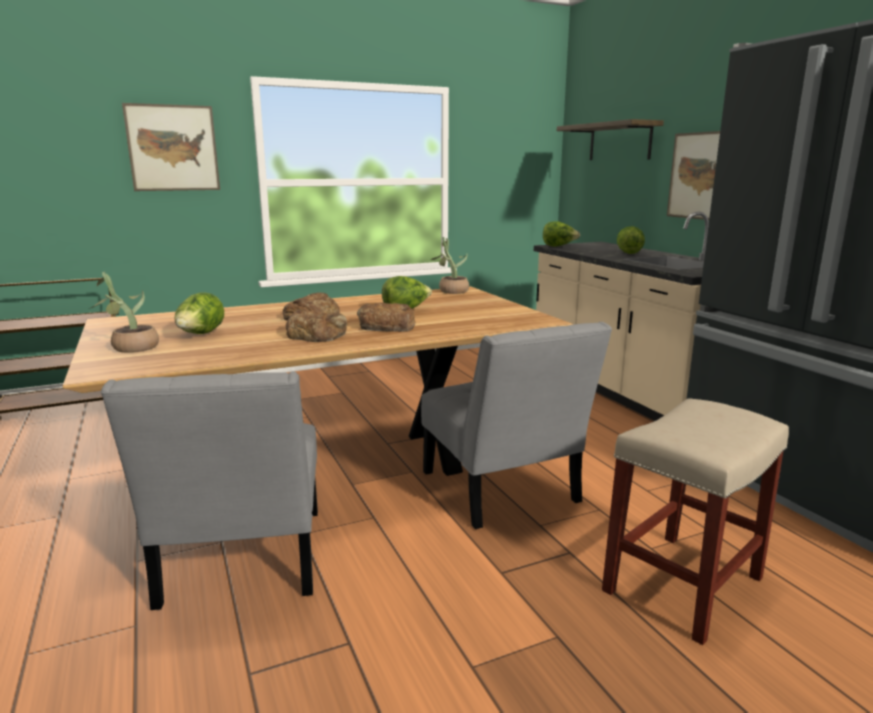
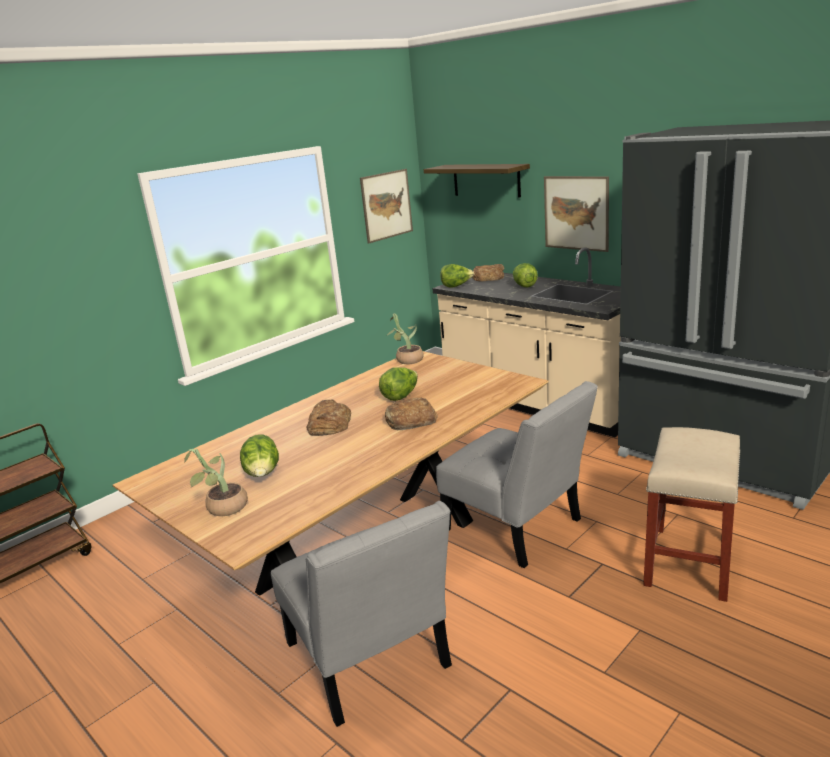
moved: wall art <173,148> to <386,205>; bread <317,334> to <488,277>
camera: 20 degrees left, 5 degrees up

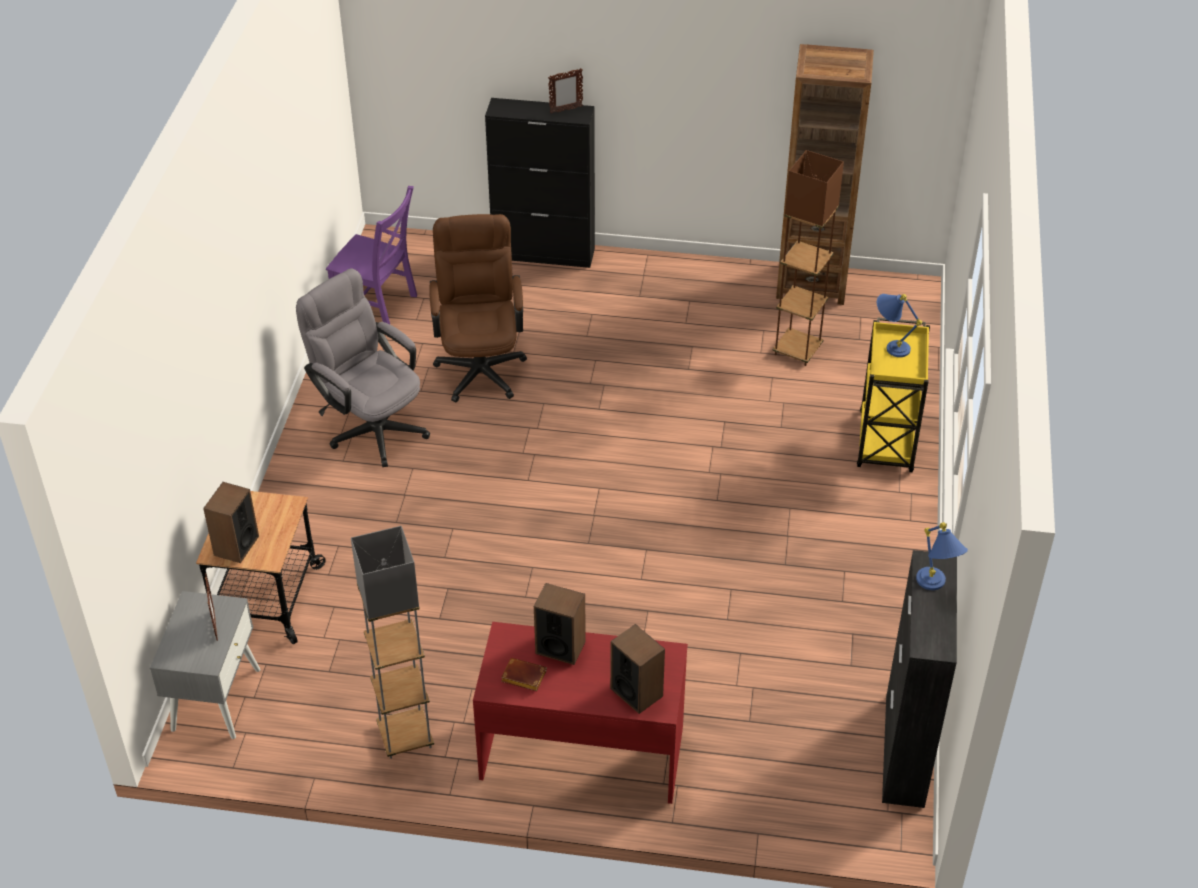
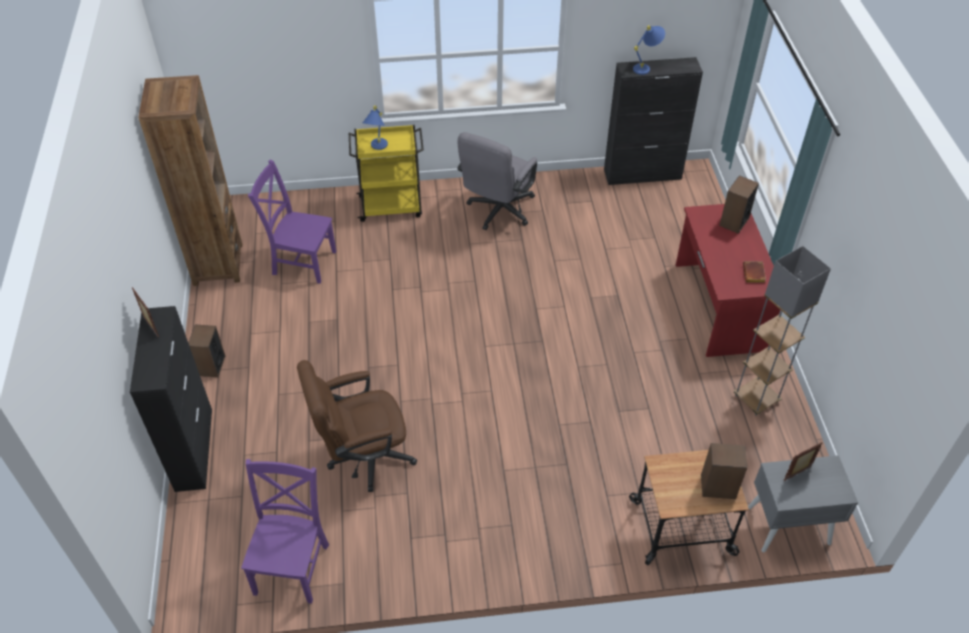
moved: computer chair in gray <371,426> to <497,212>; speaker <560,647> to <211,366>
replaced: standing lamp in brown-coloured <797,350> to chair in purple-coloured <301,261>
camera: 105 degrees left, 5 degrees up

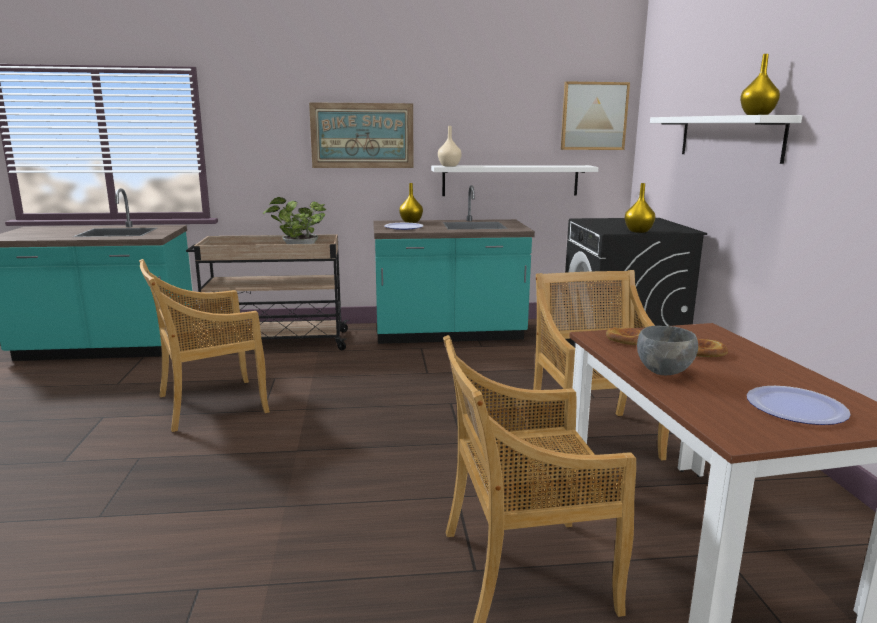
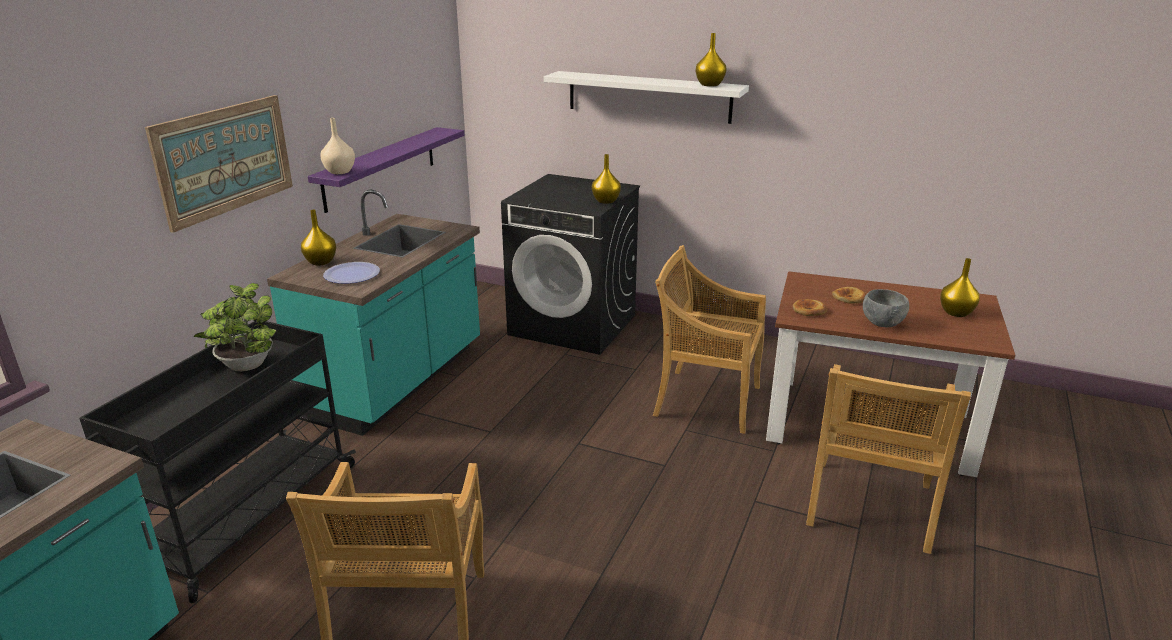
removed: wall art <594,116>
replaced: flat dish <796,407> to vase in yellow <955,312>
recoloured: wall shelf in white <510,180> to wall shelf in purple-coloured <381,168>; wheeled cart in beige <274,342> to wheeled cart in blackish <243,517>
camera: 60 degrees left, 10 degrees up

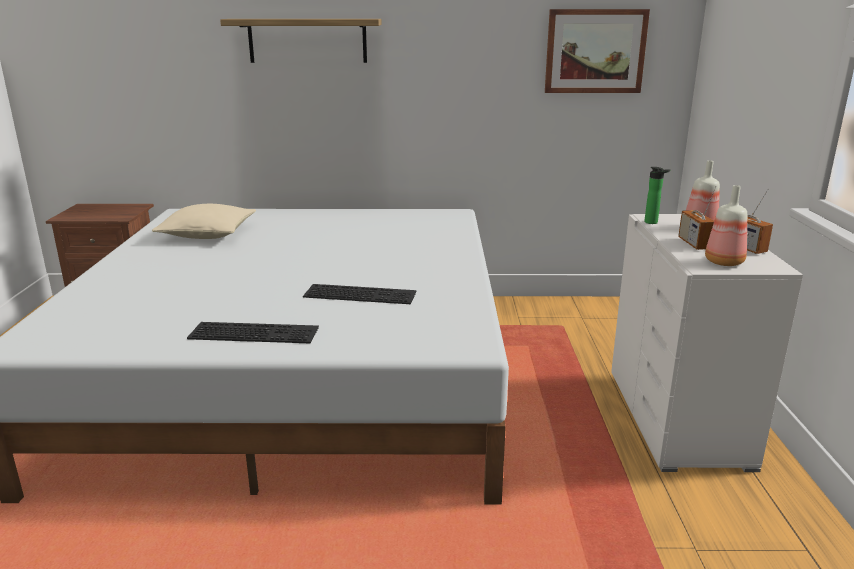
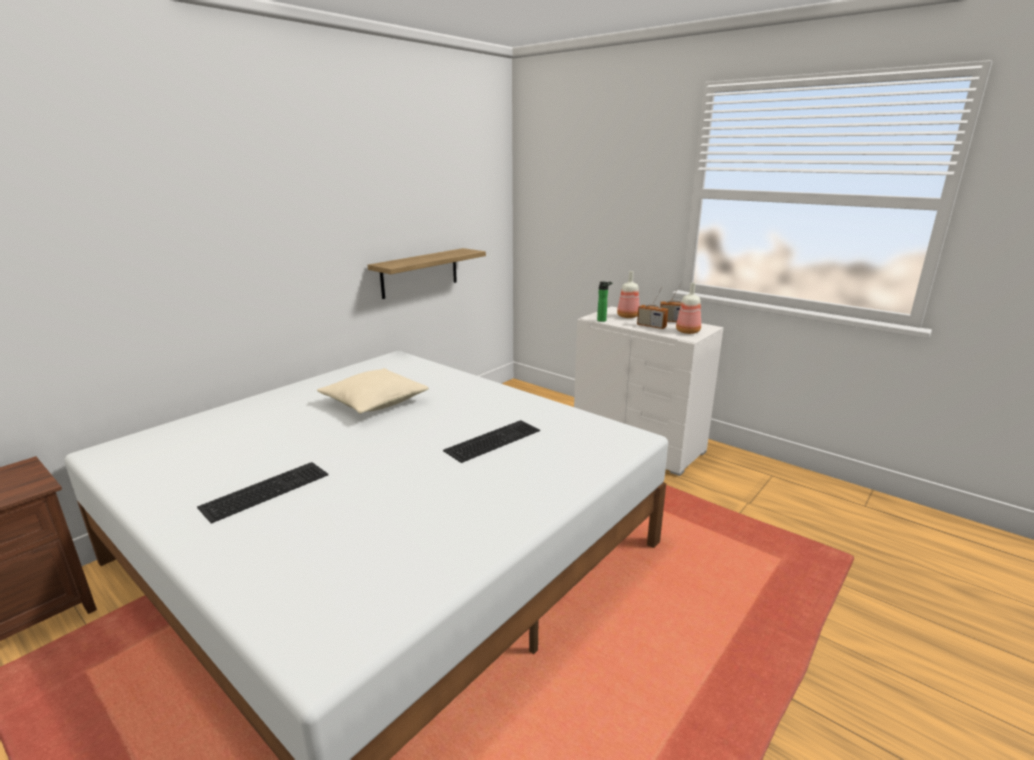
removed: wall art <595,51>
moved: wall shelf <307,40> to <420,273>; pillow in beige <207,234> to <374,402>; keyboard <256,332> to <266,489>
camera: 50 degrees left, 0 degrees up

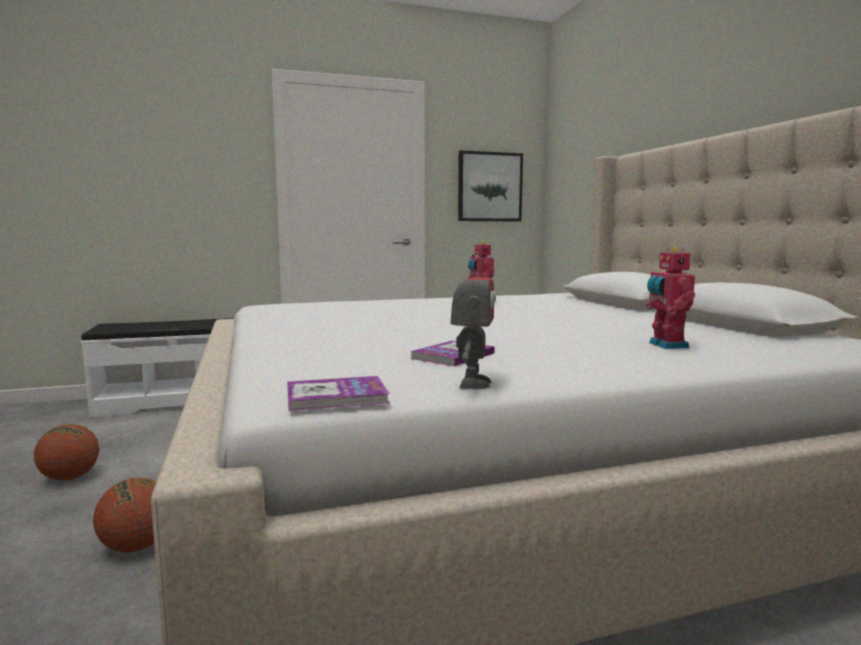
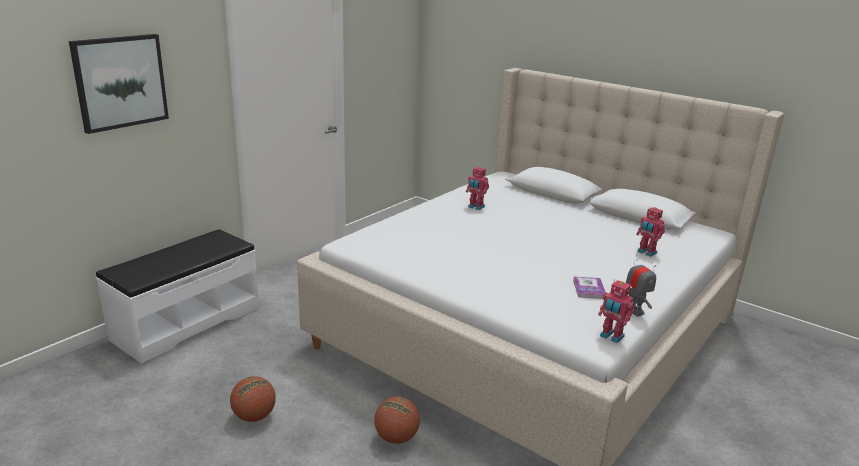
moved: wall art <489,187> to <120,82>
replaced: book <336,396> to model robot <611,337>
camera: 35 degrees left, 15 degrees up

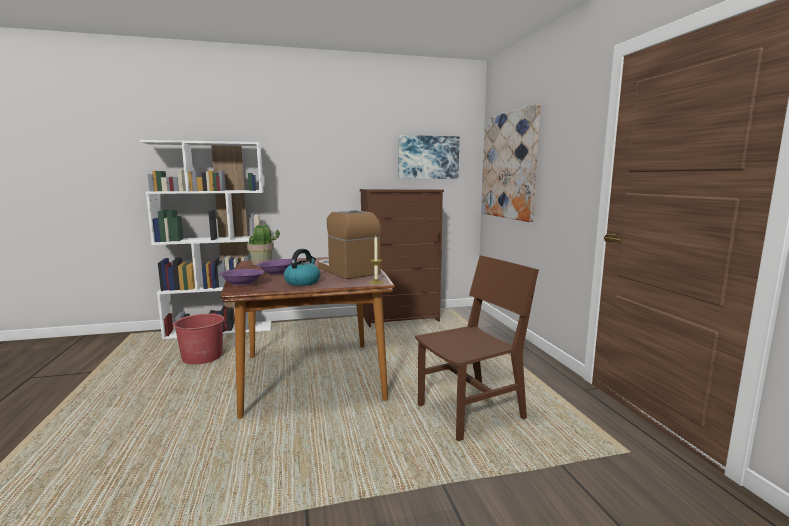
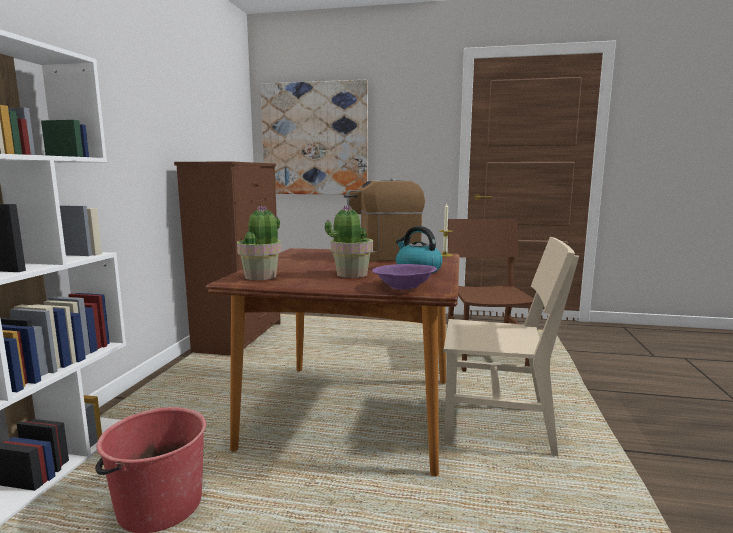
removed: wall art <428,157>
added: chair in beige <497,426>
replaced: bowl in purple-coloured <277,273> to houseplant <351,274>
camera: 65 degrees left, 0 degrees up

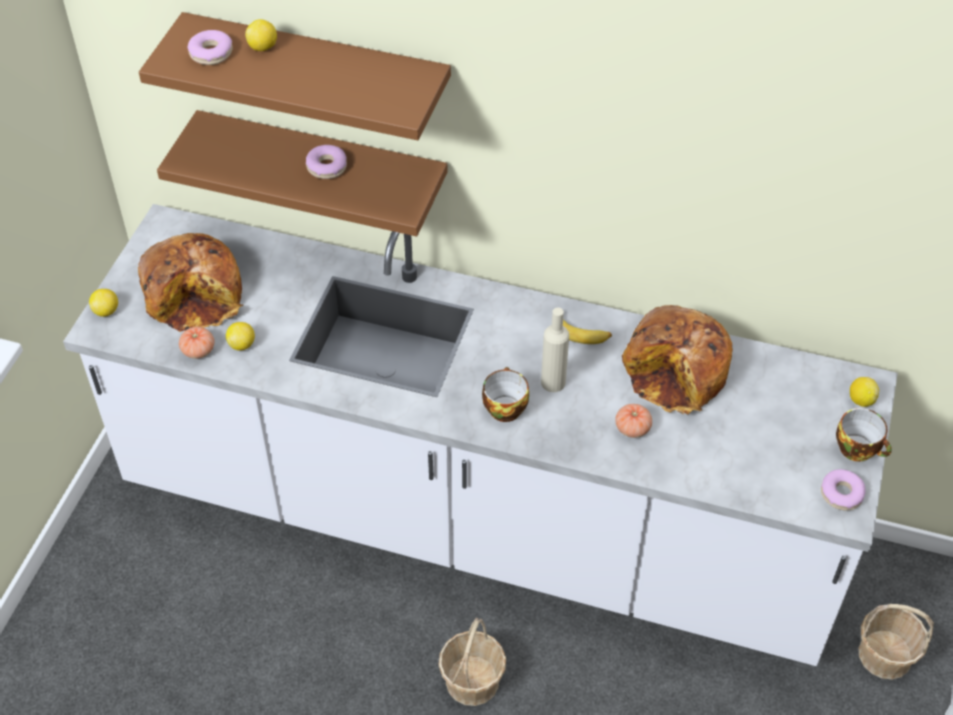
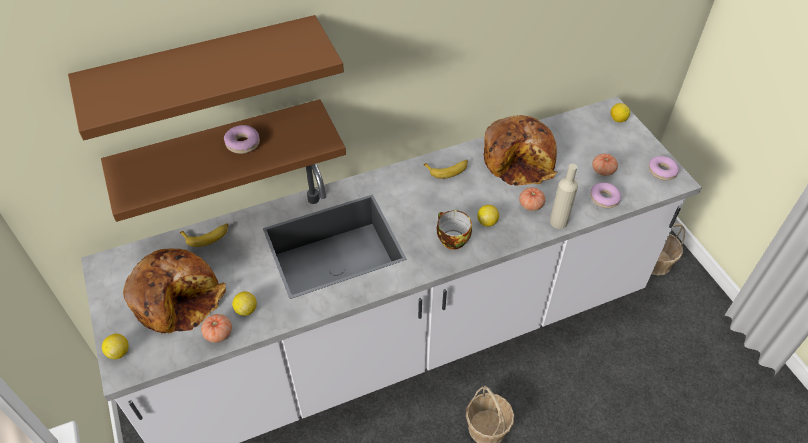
removed: small cup <859,449>
added: fresh tomato <603,170>; whole banana <207,236>
moved: whole lemon <263,47> to <487,222>; ring doughnut <211,53> to <604,198>; bottle in beige <553,382> to <558,221>
camera: 40 degrees left, 0 degrees up

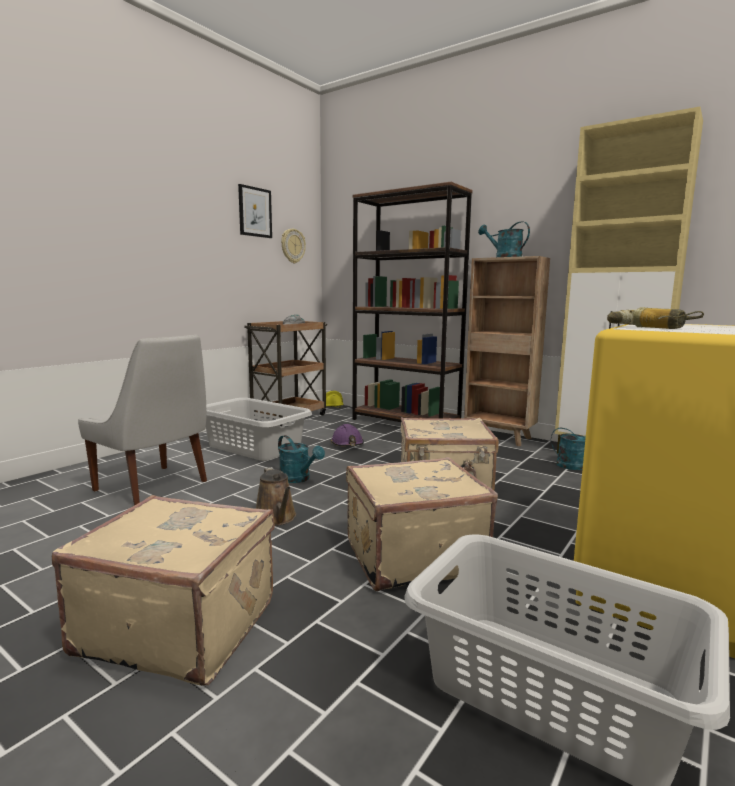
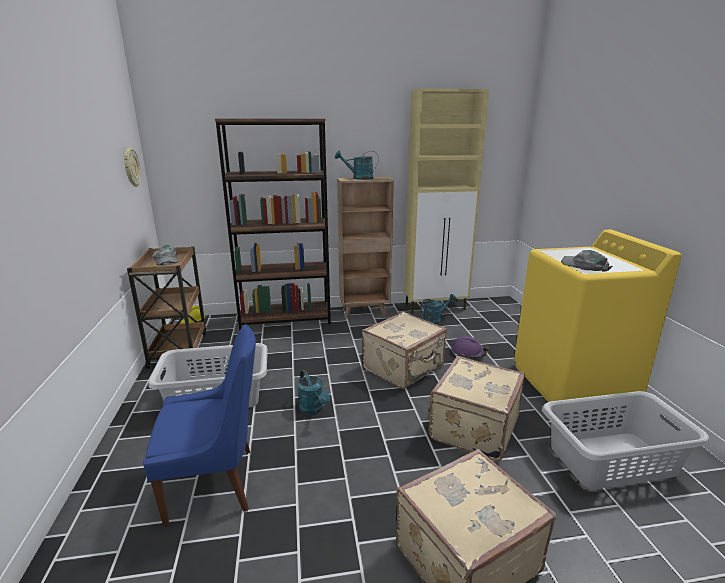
removed: wall art <255,212>; watering pot in brown-coloured <276,518>
moved: hard hat in purple-coloured <347,444> to <468,353>
replaced: power drill <652,328> to baseball cap in gray <585,266>
recoloured: chair in white <154,487> to chair in bluish <216,483>
turned: watering pot in turquoise-coloured <298,479> = <314,409> 60 degrees clockwise
camera: 45 degrees left, 10 degrees up

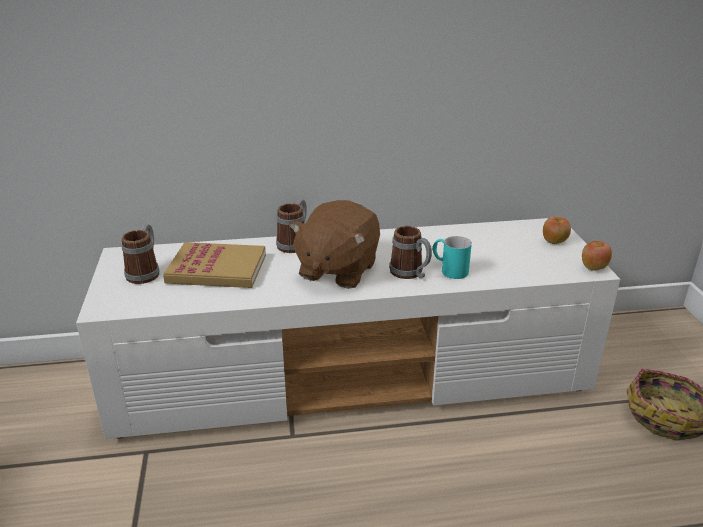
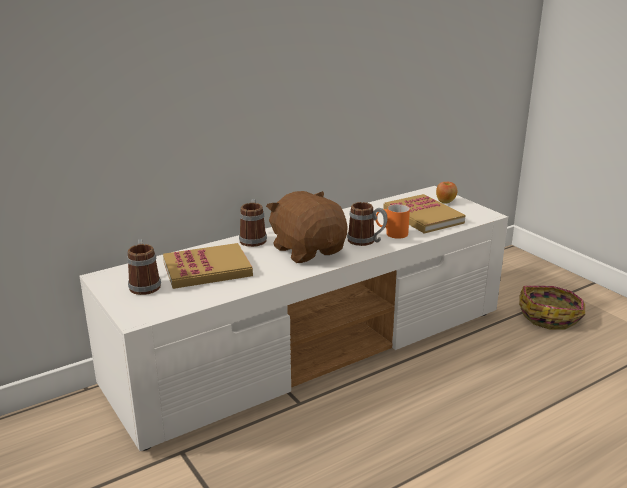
removed: apple <593,267>
added: book <423,217>
recoloured: mug in turquoise-coloured <449,269> to mug in orange <391,233>
turned: soft toy in brown-coloured <337,270> = <308,250> 150 degrees clockwise
camera: 25 degrees left, 5 degrees down

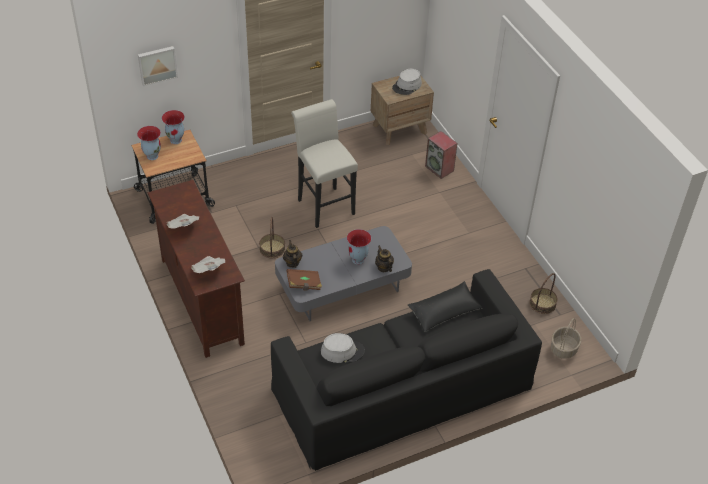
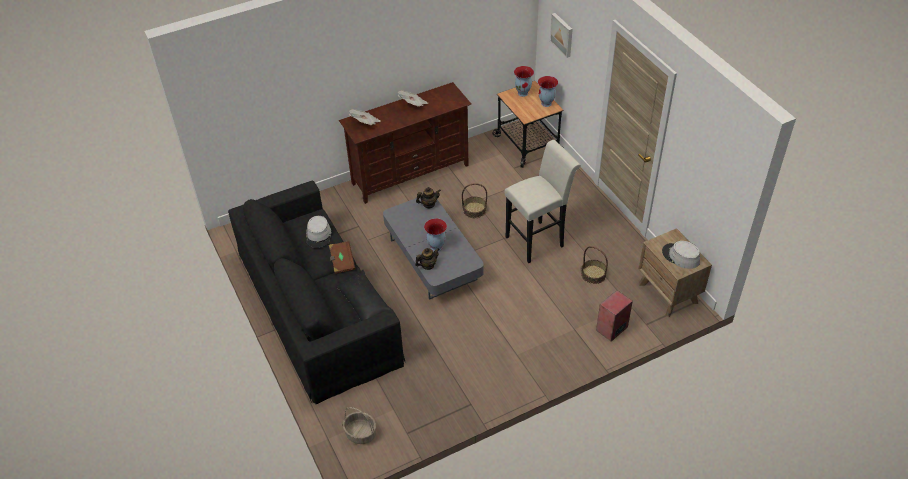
moved: book in brown-coloured <304,284> to <342,262>; basket <542,304> to <593,274>
camera: 90 degrees right, 0 degrees up

